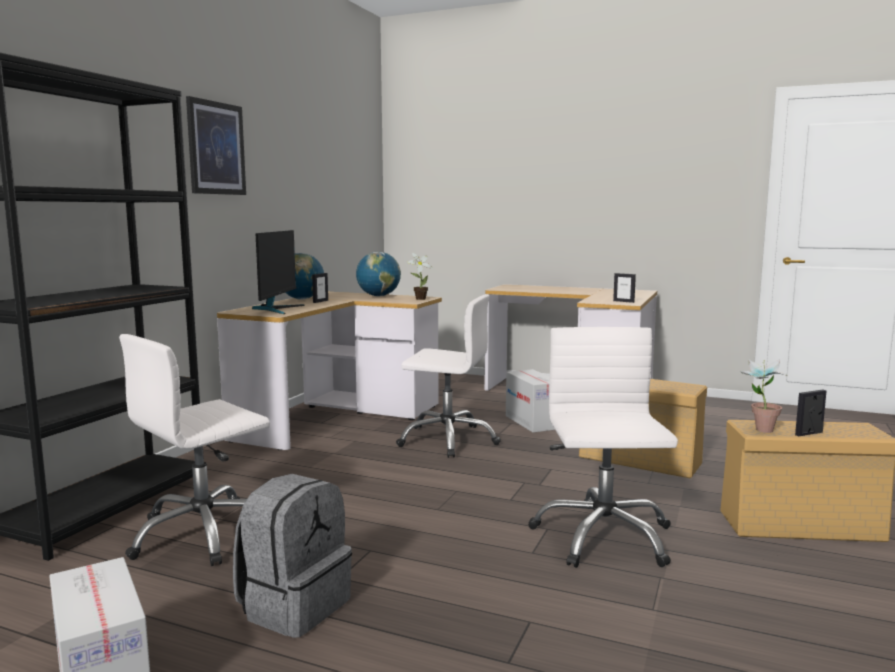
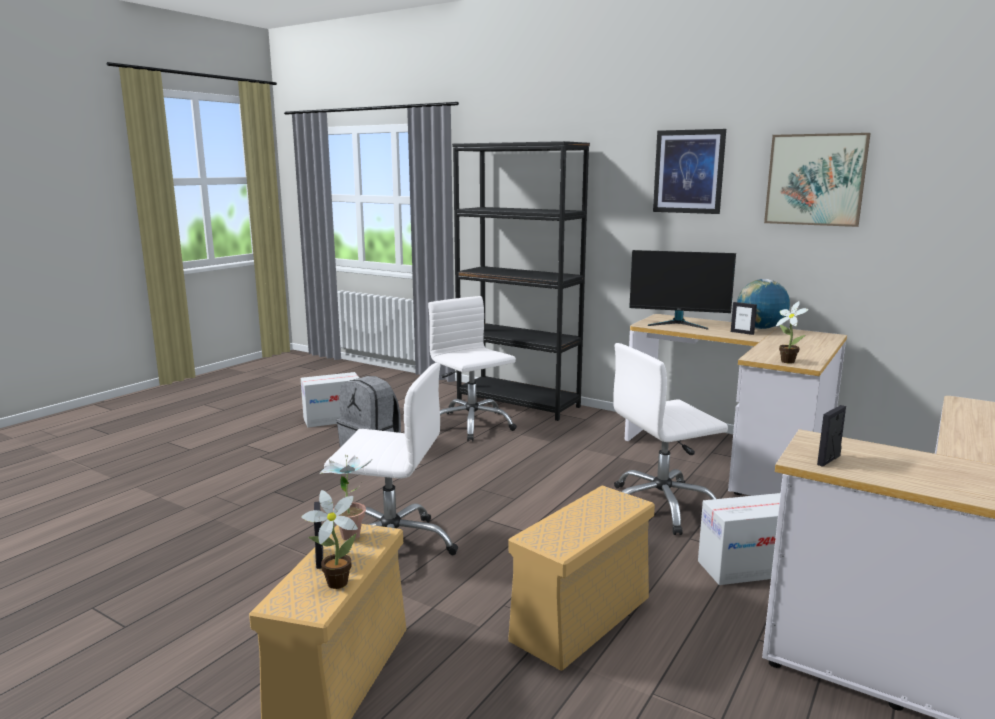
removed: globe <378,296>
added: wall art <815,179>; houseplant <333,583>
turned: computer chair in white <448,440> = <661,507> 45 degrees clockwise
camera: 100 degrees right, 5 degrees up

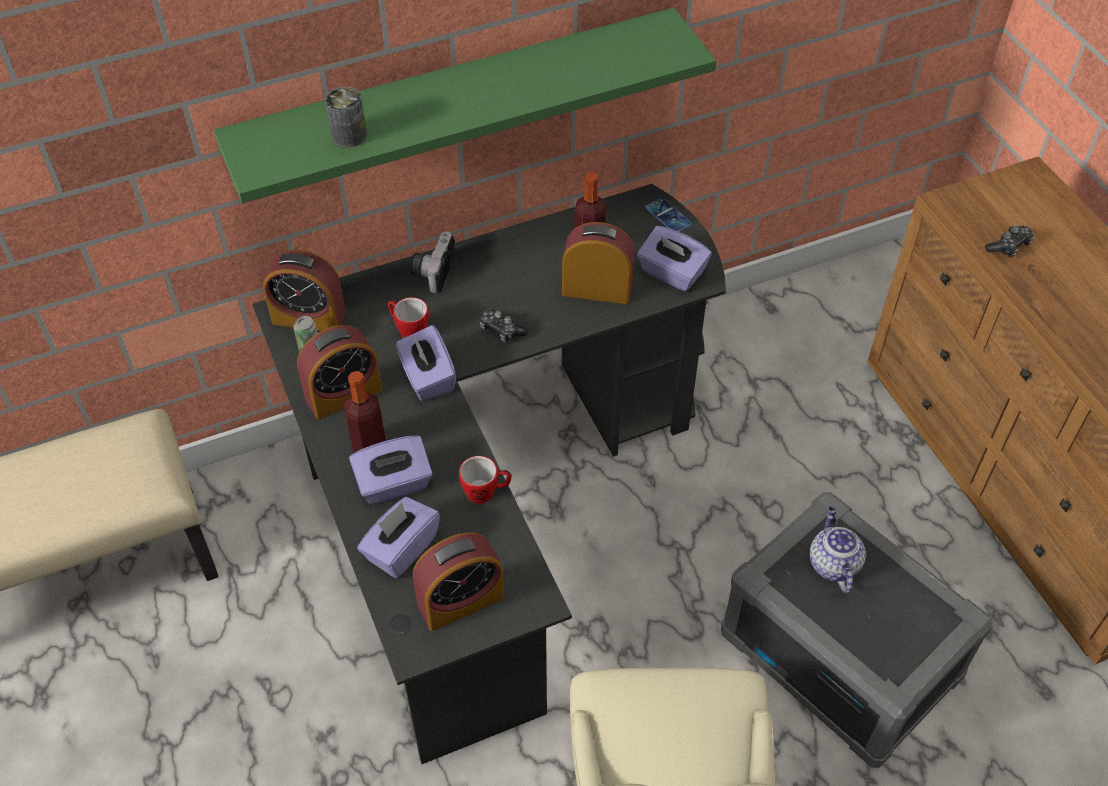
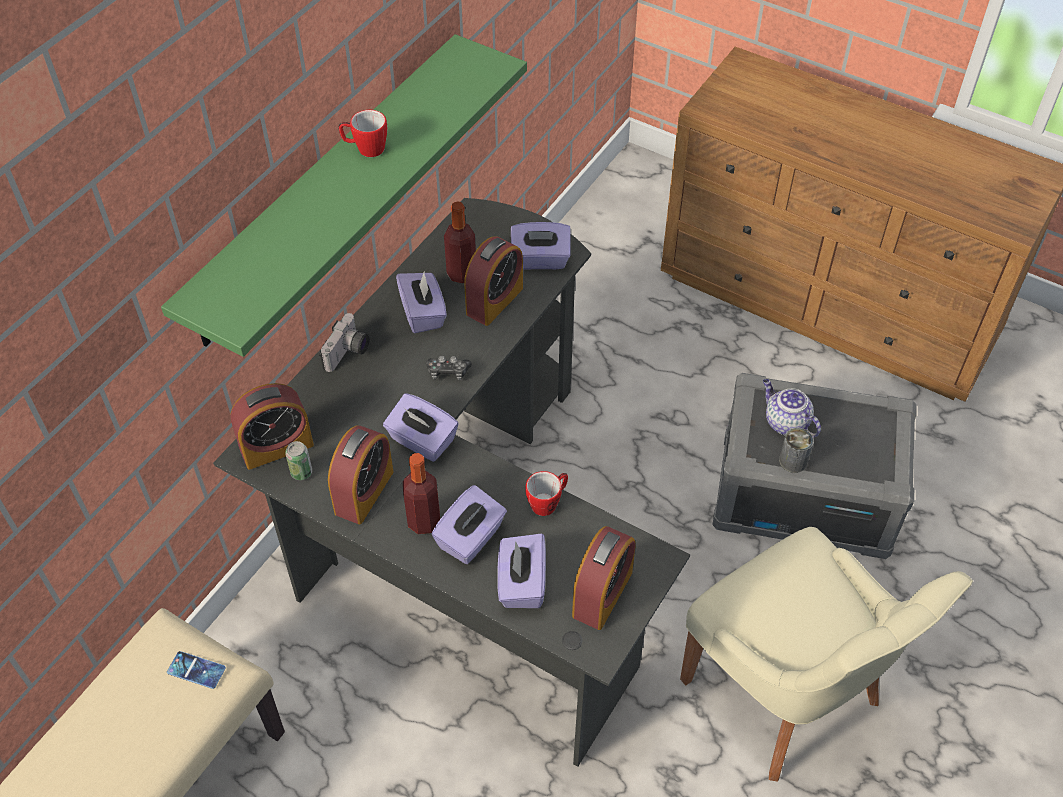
removed: gamepad <1009,246>
added: tissue box in purple-coloured <423,314>
moved: sealed can <349,135> to <793,461>; phone <668,216> to <196,670>; mug <408,330> to <365,149>
turned: table clock <597,289> = <494,301> 150 degrees clockwise; photo camera <432,270> = <348,353> 135 degrees counterclockwise
camera: 35 degrees left, 0 degrees up

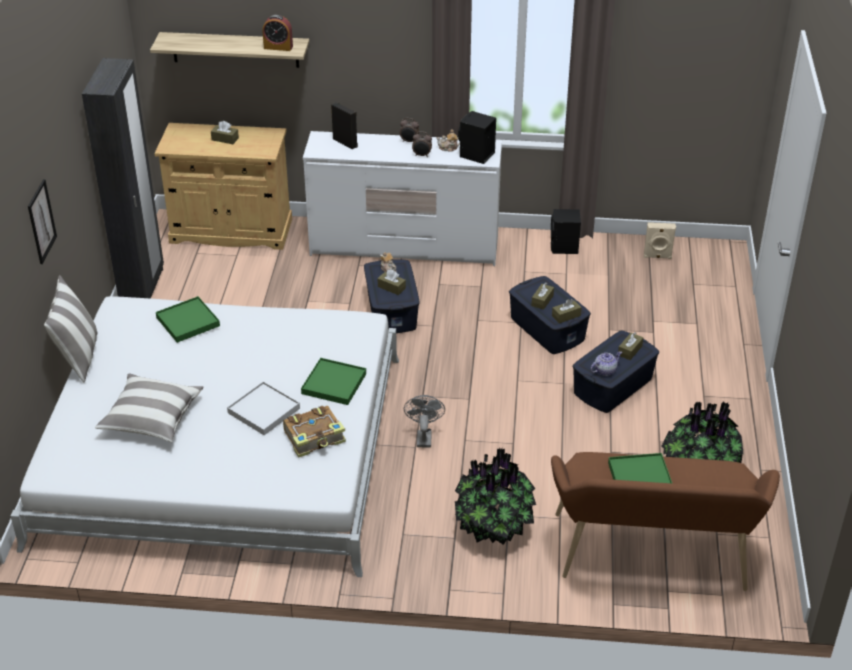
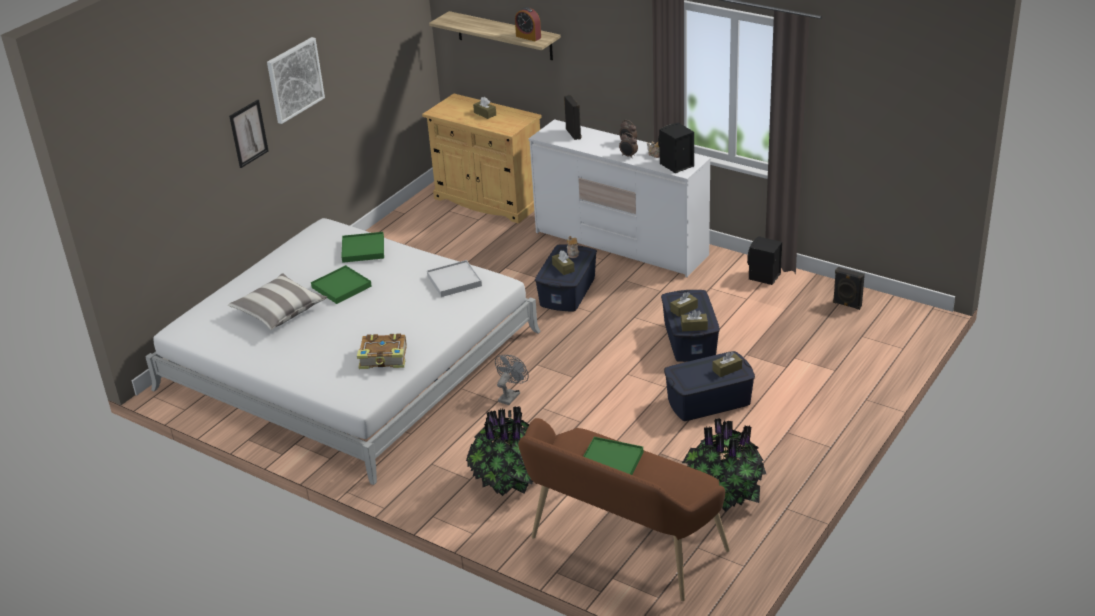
removed: wardrobe in blackish <143,288>; pillow <78,357>; teapot <604,370>
added: wall art <294,79>
moved: carrying tray in green-coloured <334,383> to <341,287>; carrying tray in white <264,411> to <454,281>
recoloured: speaker in beige <657,257> to speaker in blackish <847,305>
camera: 30 degrees right, 5 degrees down

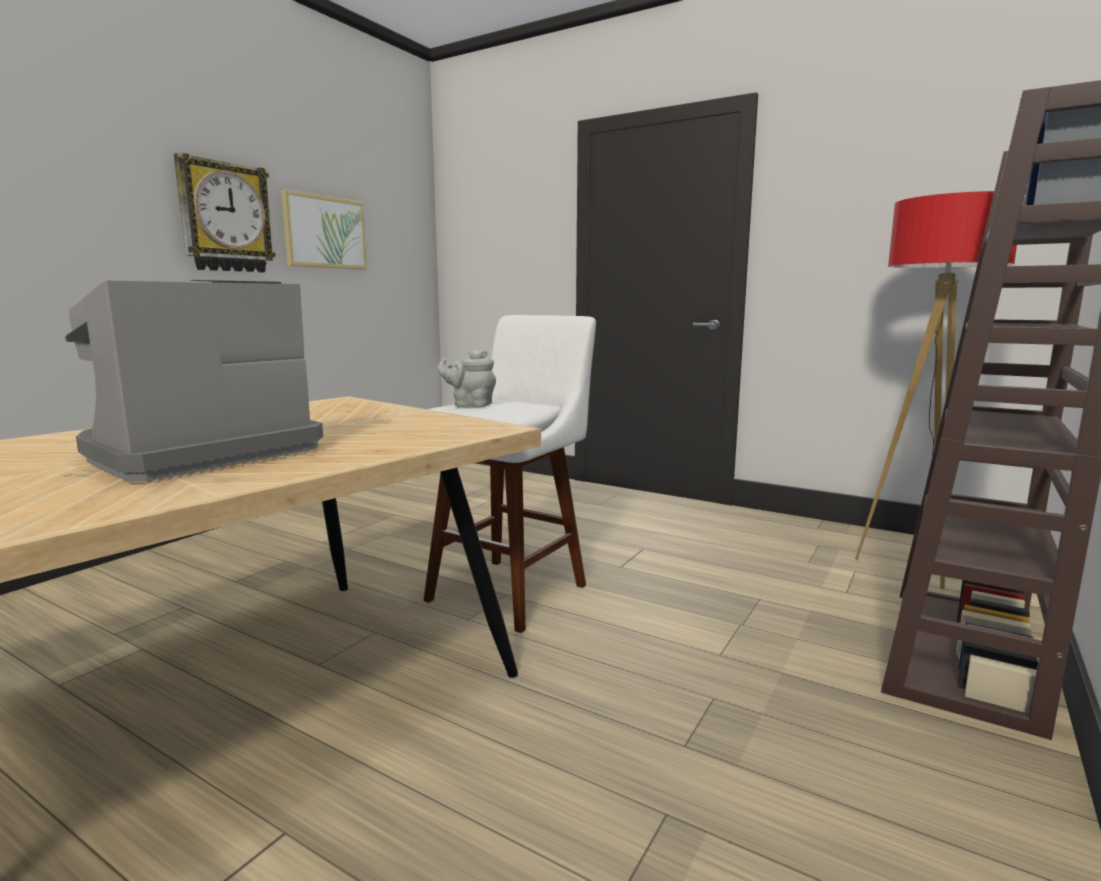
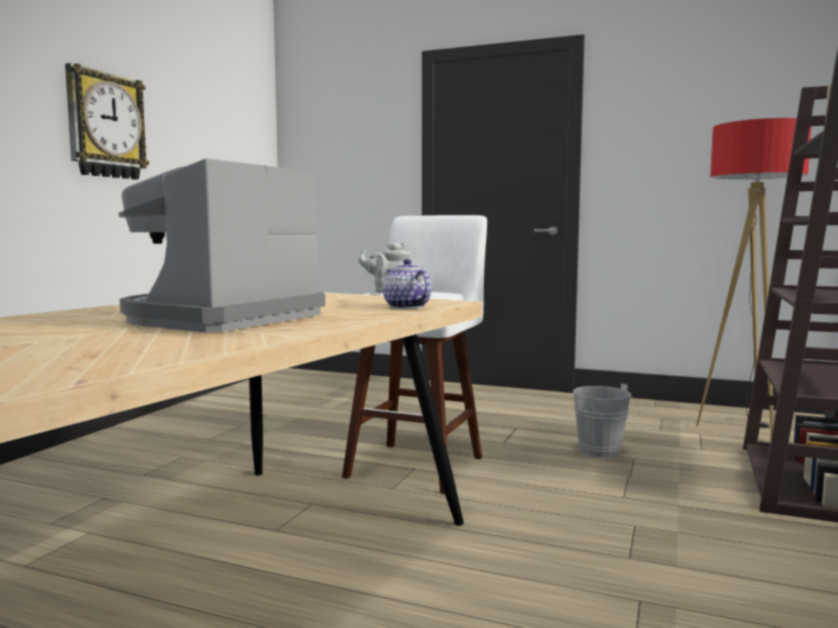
removed: wall art <325,232>
added: teapot <406,307>; bucket in gray <603,453>
camera: 10 degrees left, 5 degrees down

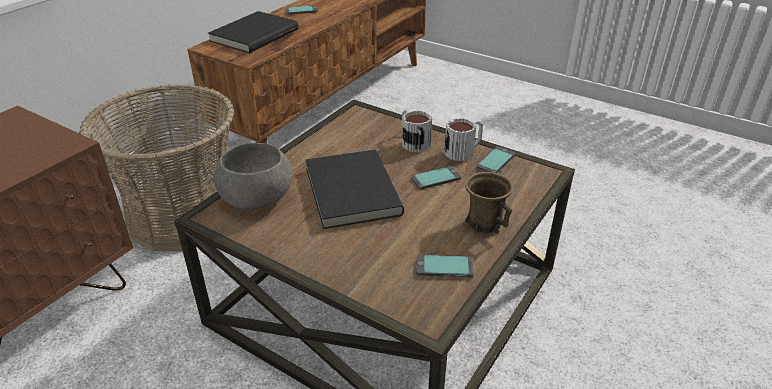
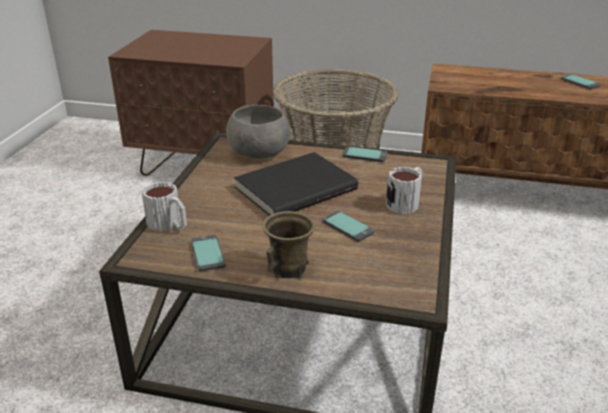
removed: book in blackish <253,35>
moved: mug <464,151> to <169,224>; phone <495,161> to <365,155>
camera: 70 degrees right, 5 degrees down

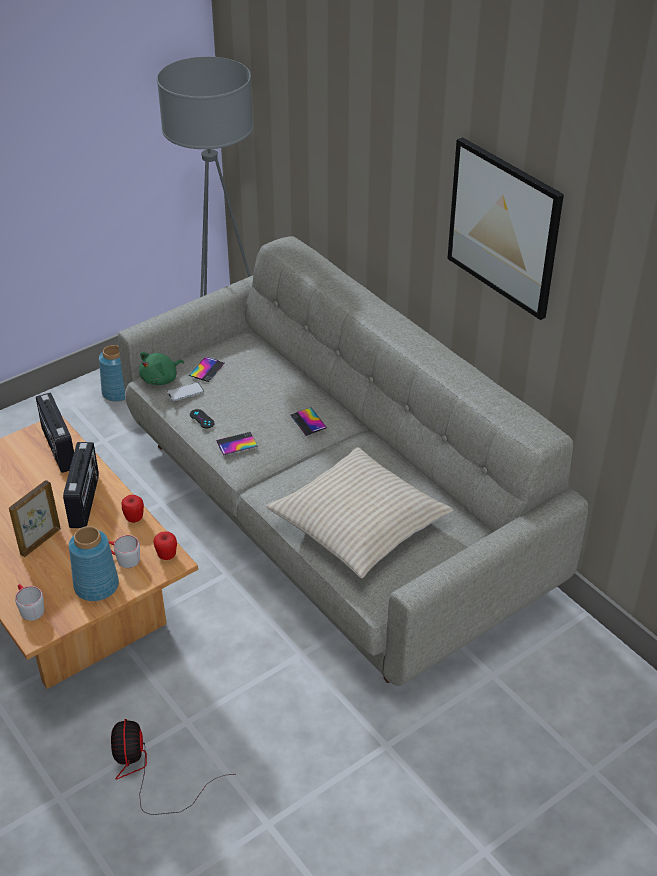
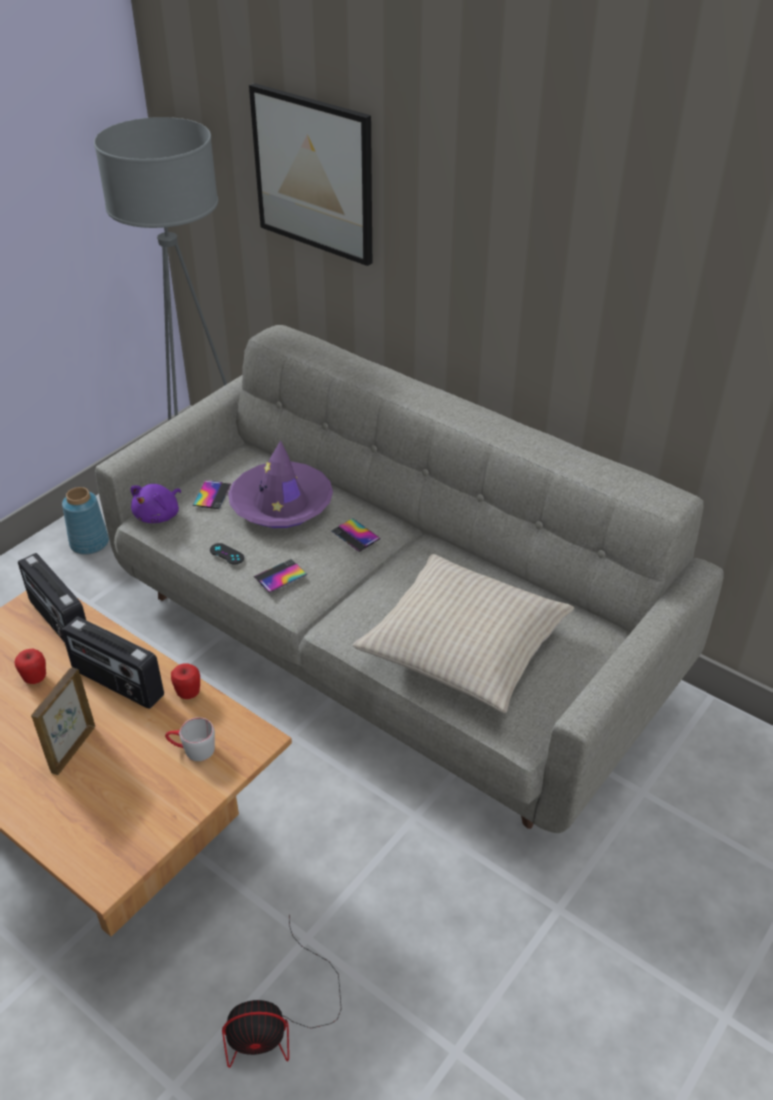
removed: phone <185,392>; vase in bluish <97,586>; mug in gray <29,608>
added: wearable hat in purple-coloured <281,504>
moved: wall art <504,227> to <314,174>; apple <167,556> to <35,678>
recoloured: soft toy in green-coloured <161,379> to soft toy in purple-coloured <159,515>
turned: radio set <85,501> = <117,684> 135 degrees clockwise; cooling fan <147,773> = <279,1021> 75 degrees counterclockwise
camera: 15 degrees left, 0 degrees up

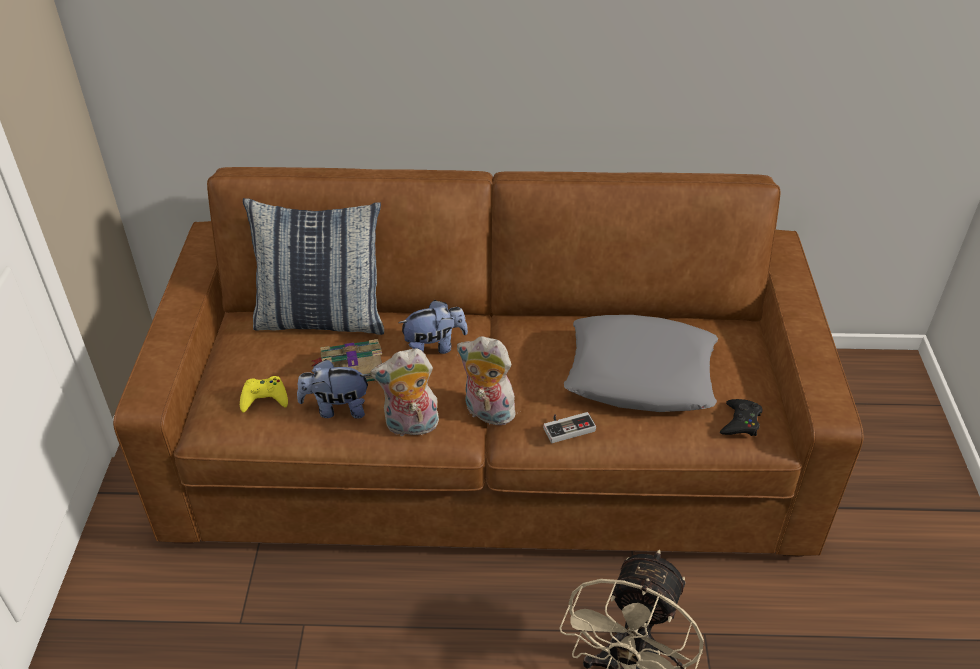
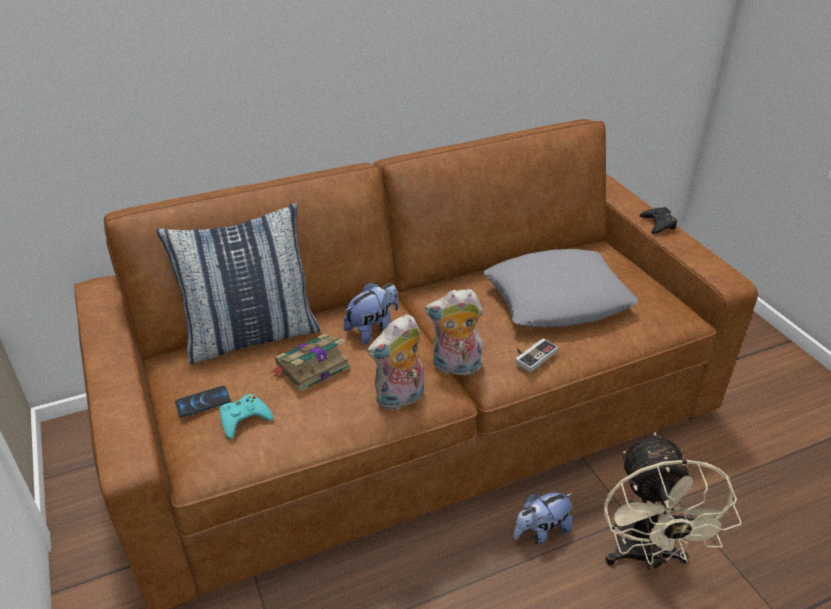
added: phone <203,402>
moved: soft toy <336,408> to <541,531>; gamepad in blackish <740,422> to <658,224>
recoloured: gamepad in yellow <264,398> to gamepad in turquoise-coloured <244,419>
camera: 25 degrees left, 5 degrees down

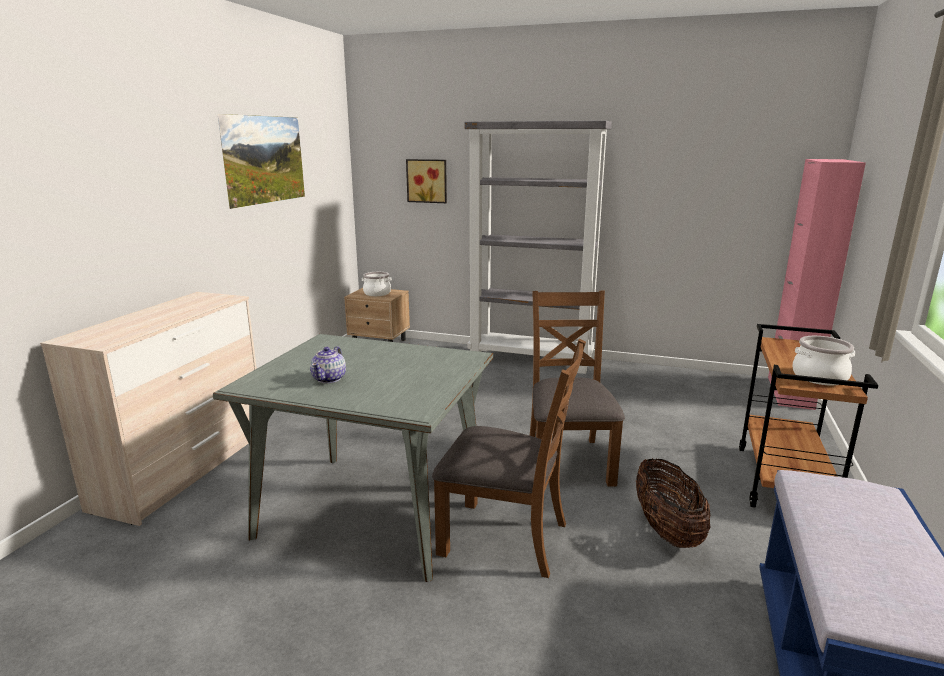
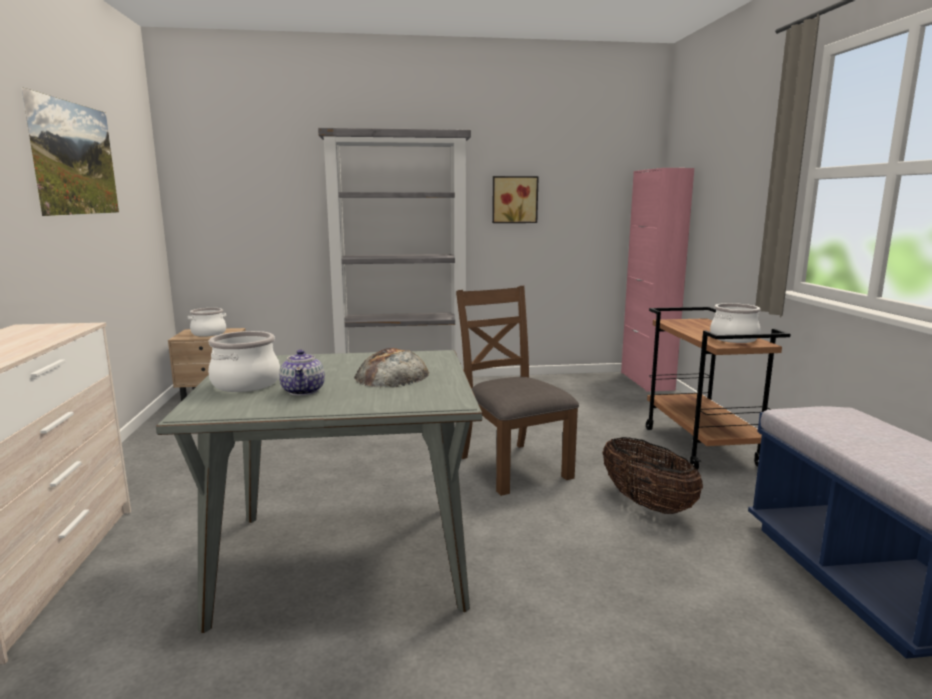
removed: chair in brown-coloured <505,537>
added: stockpot <246,384>; bread <392,375>
moved: wall art <427,181> to <514,199>
camera: 25 degrees left, 5 degrees down

